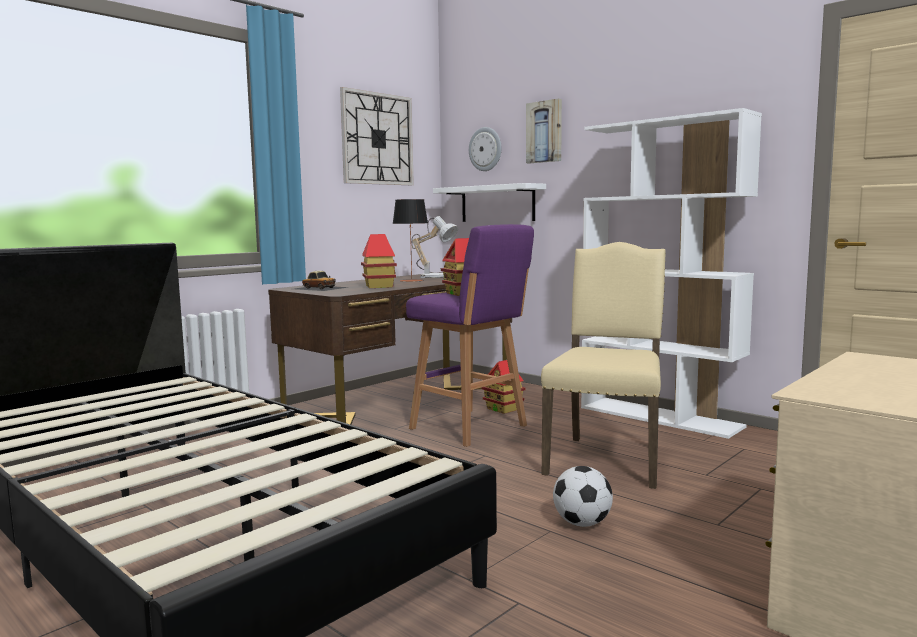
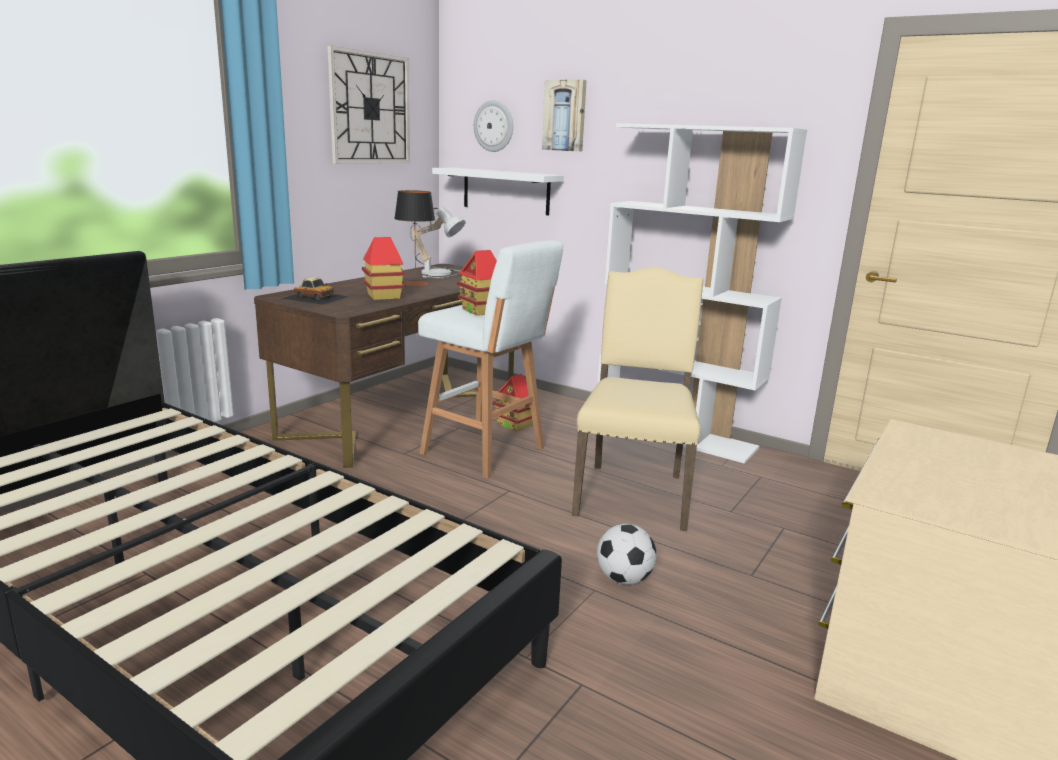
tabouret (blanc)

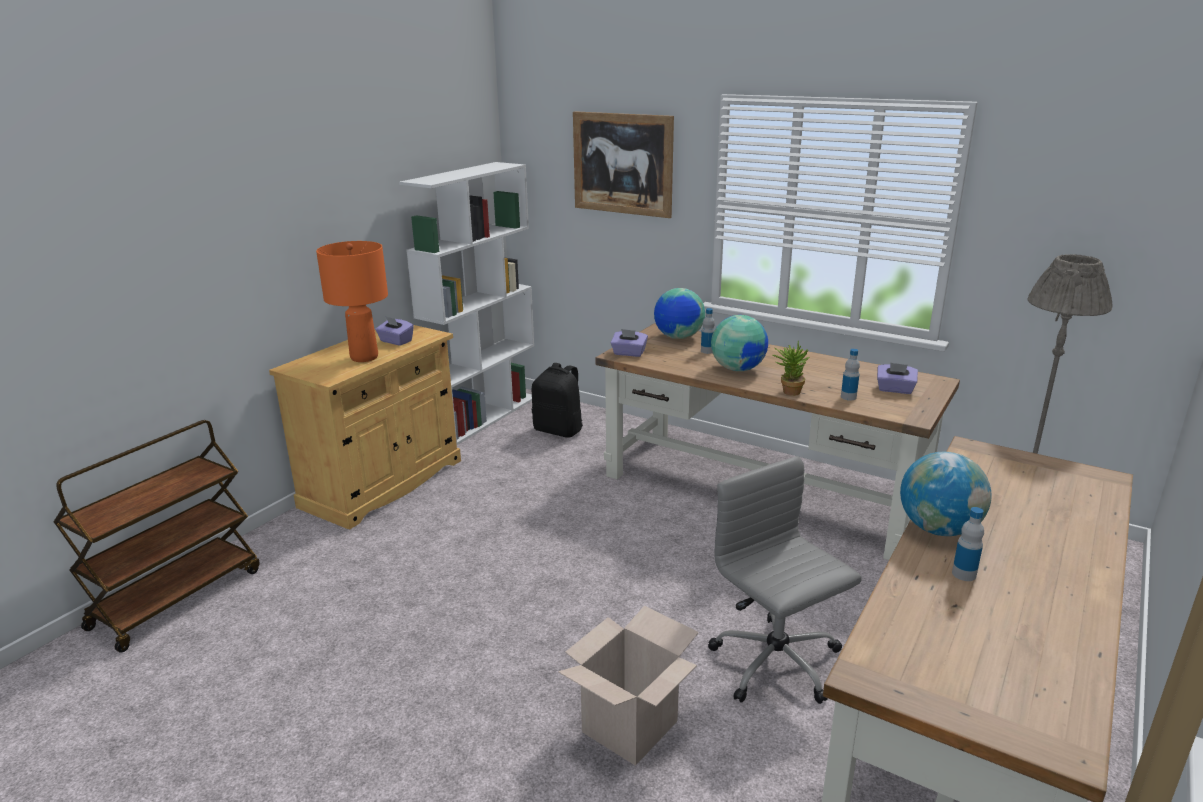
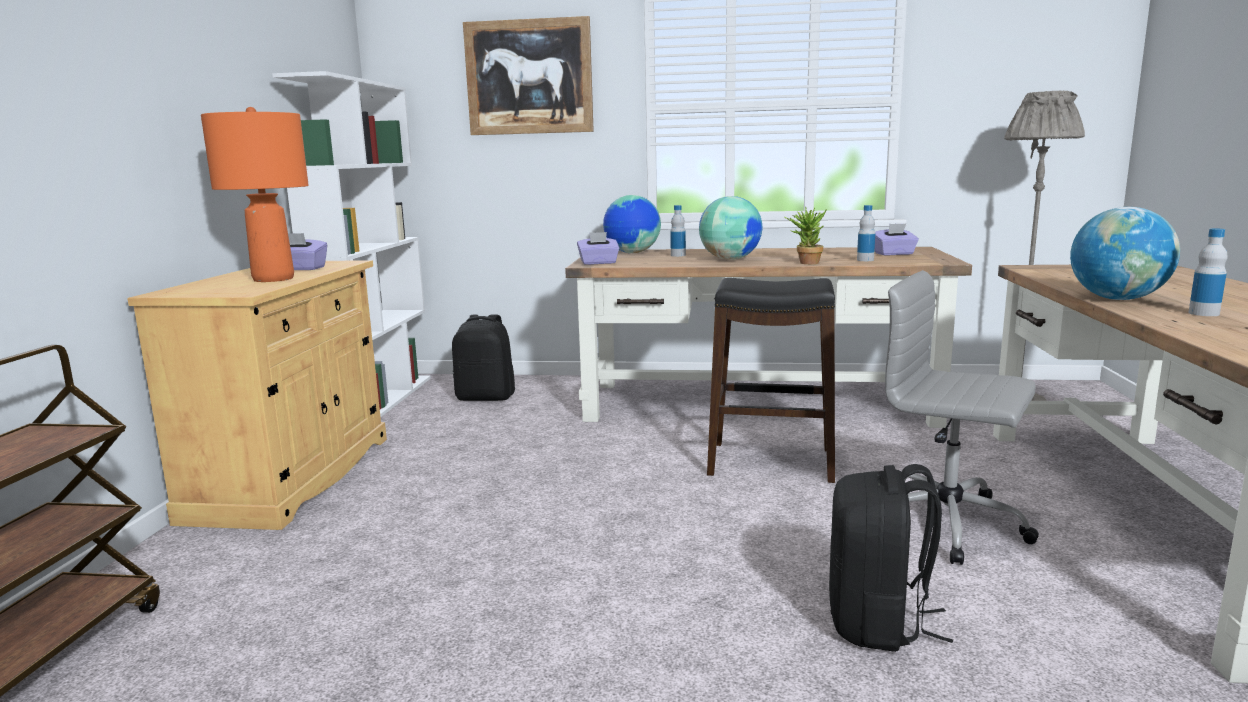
tabouret (noir); sac à dos (noir) (2nd from left)

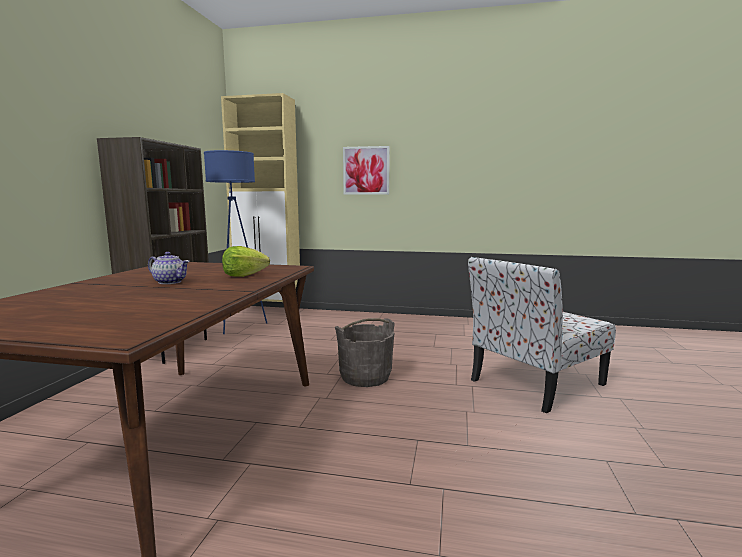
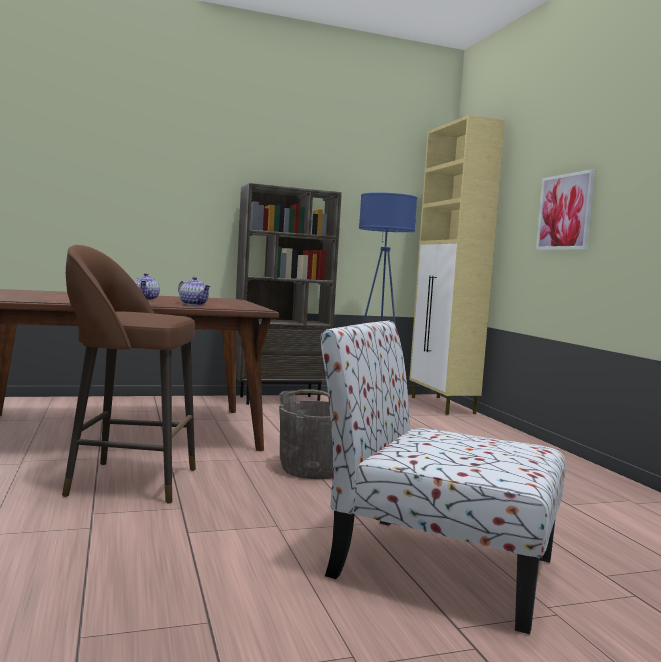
tabouret (marron); théière (2nd from left)

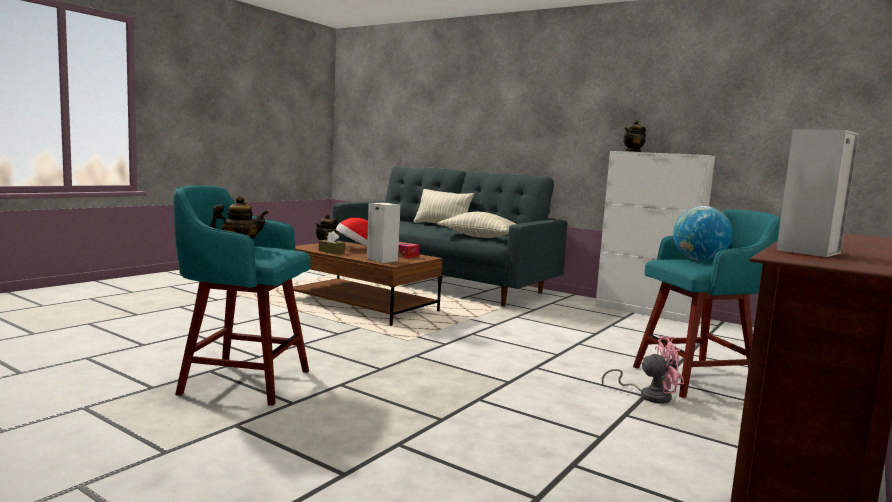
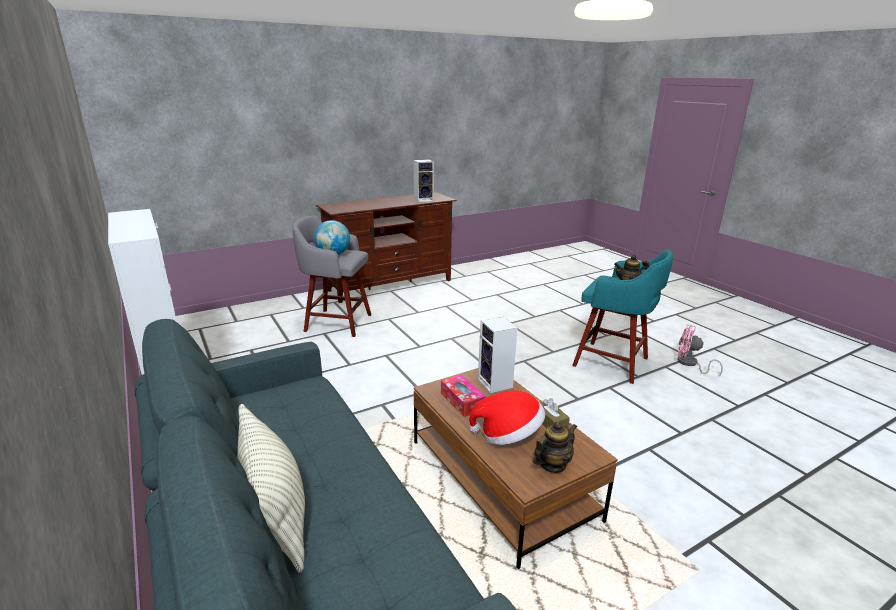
tabouret (gris); ventilateur (rose); coussin (2nd from left in the first image); théière (3rd from left in the first image)

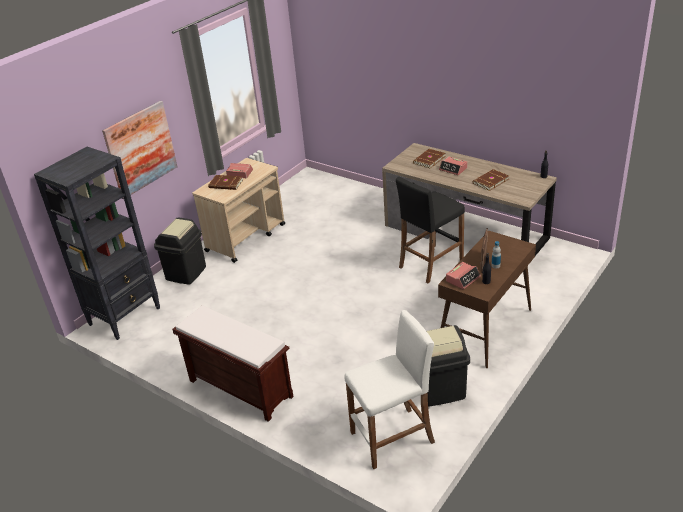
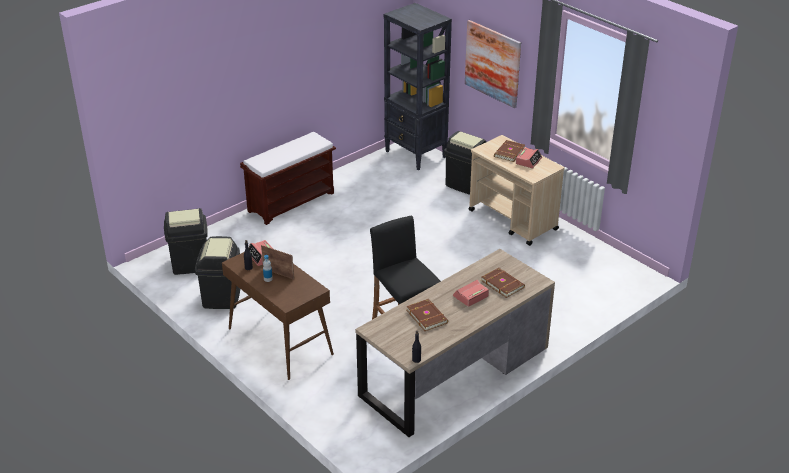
poubelle (noir) (1st from left)

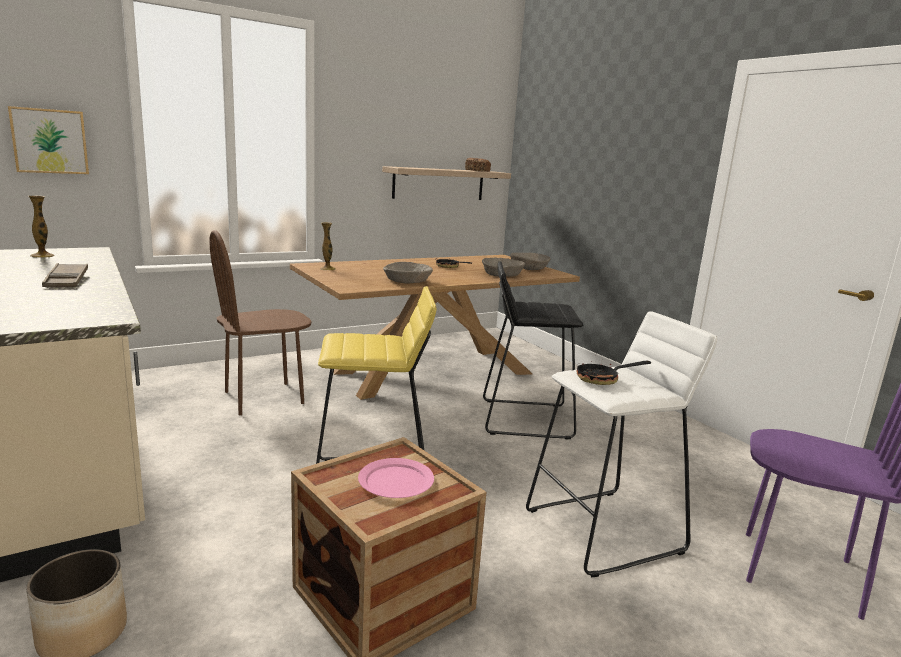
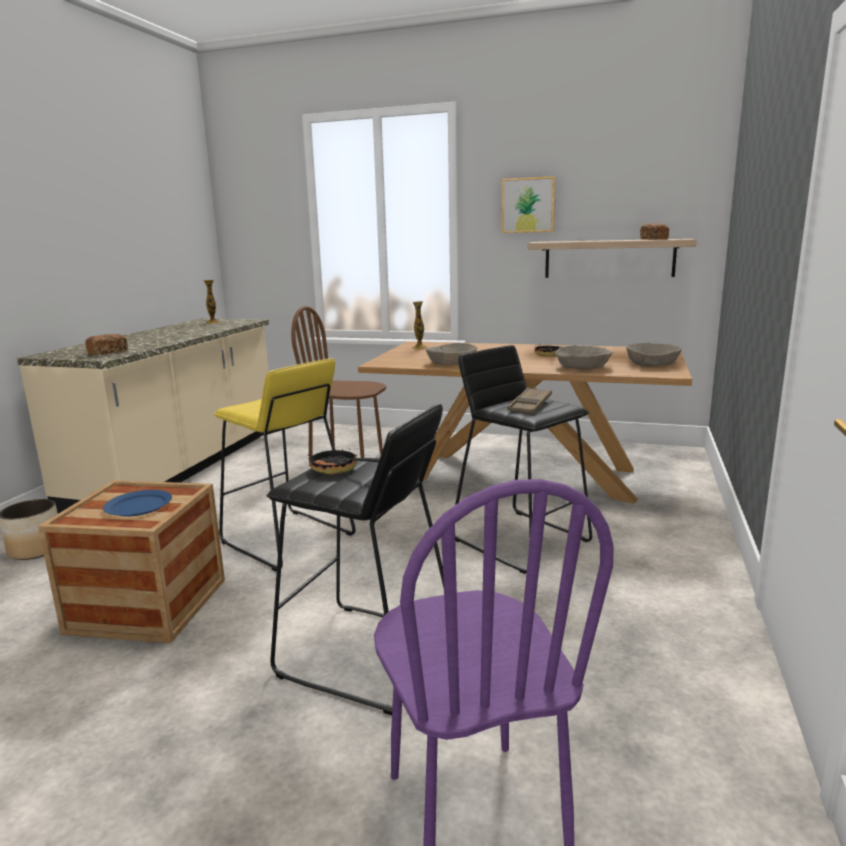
pain (1st from left); assiette (bleu); tabouret (noir) (1st from left); tableau; plateau (marron)

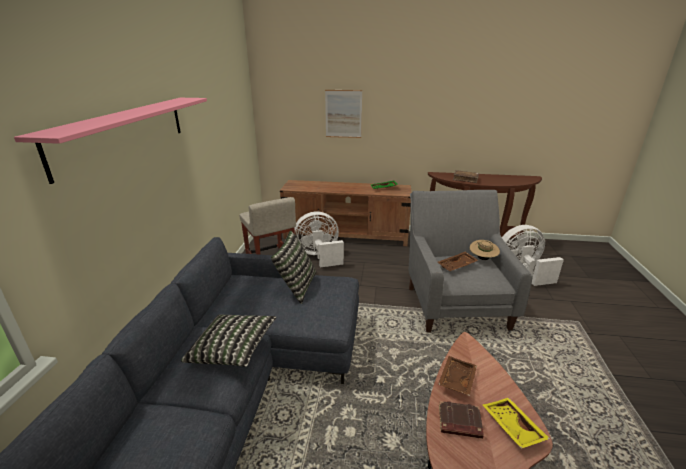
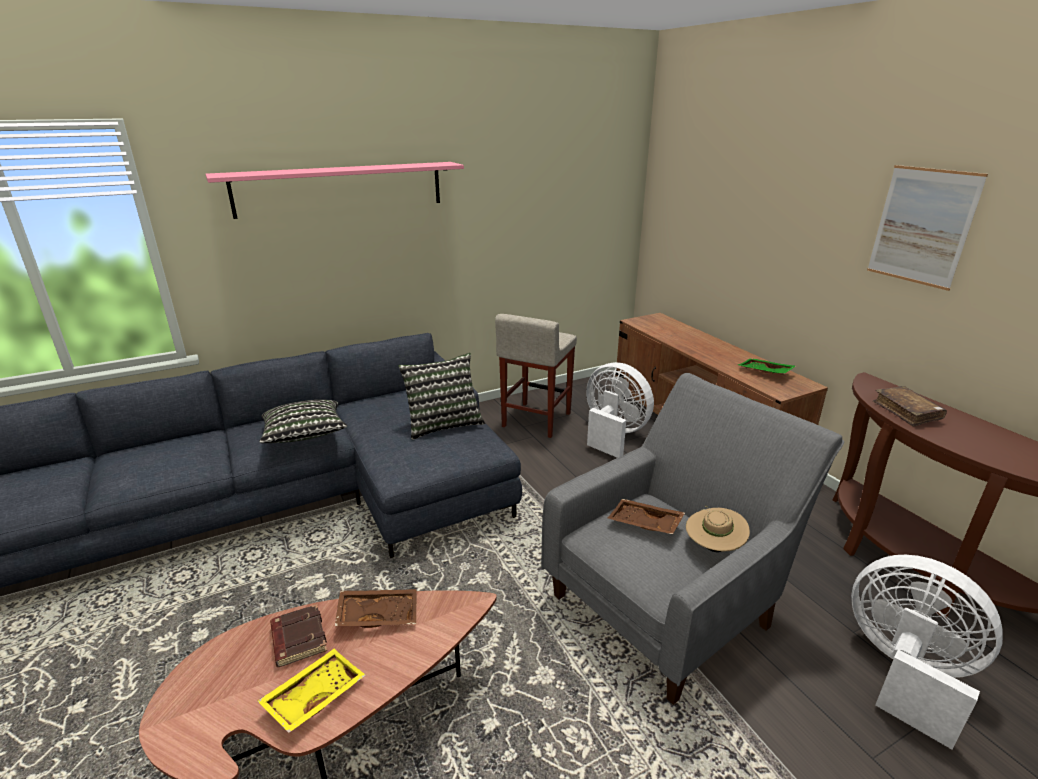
tableau

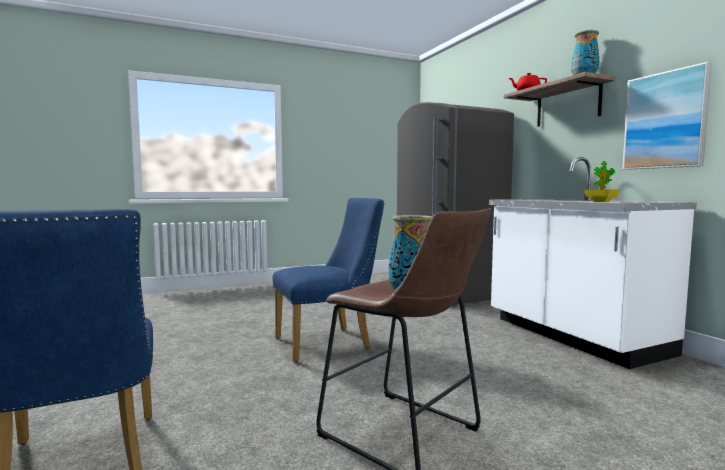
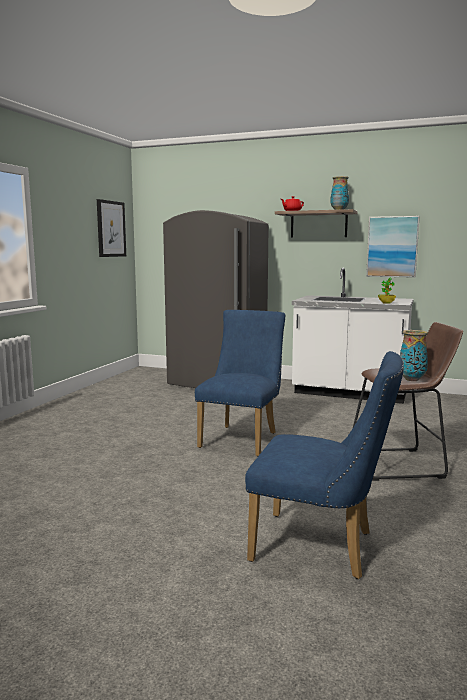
tableau (1st from left)

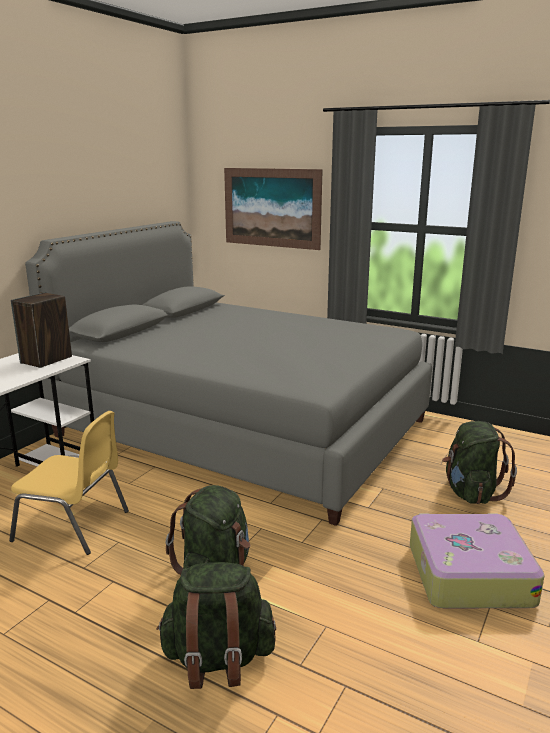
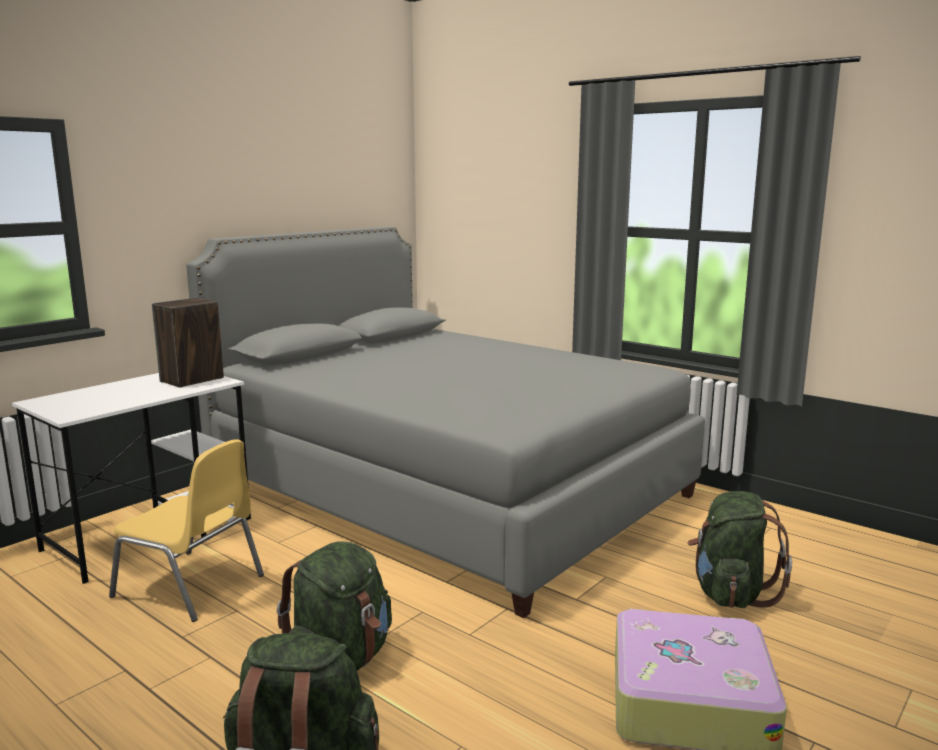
tableau

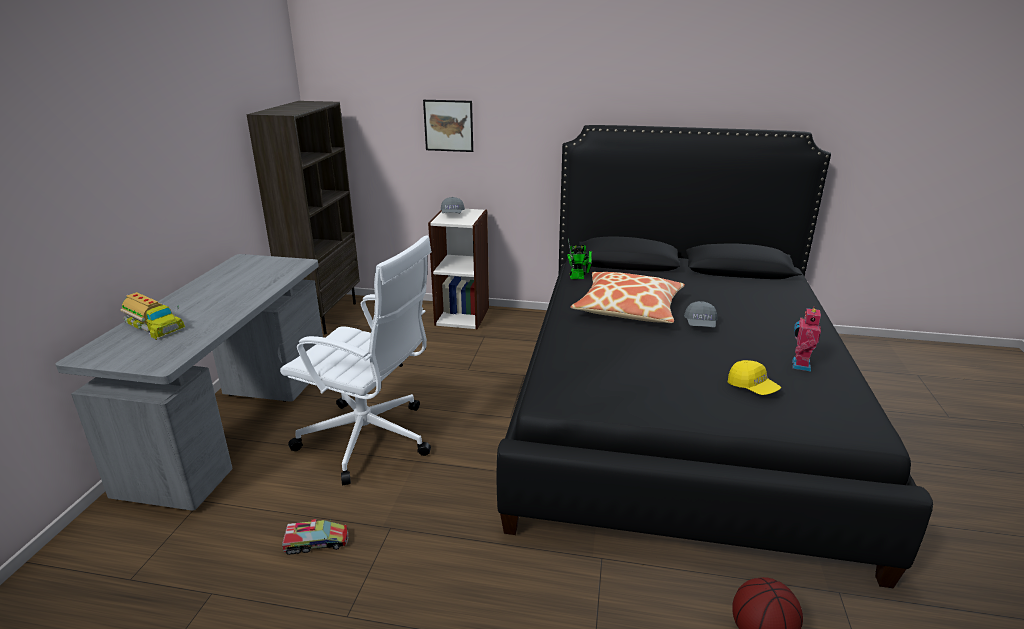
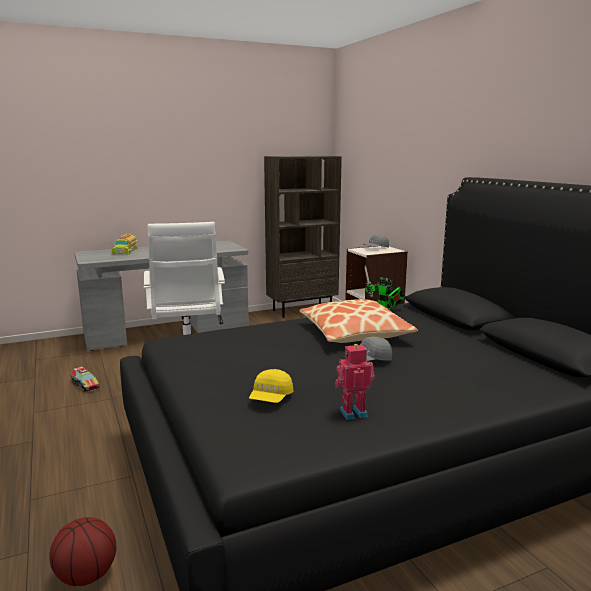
tableau

